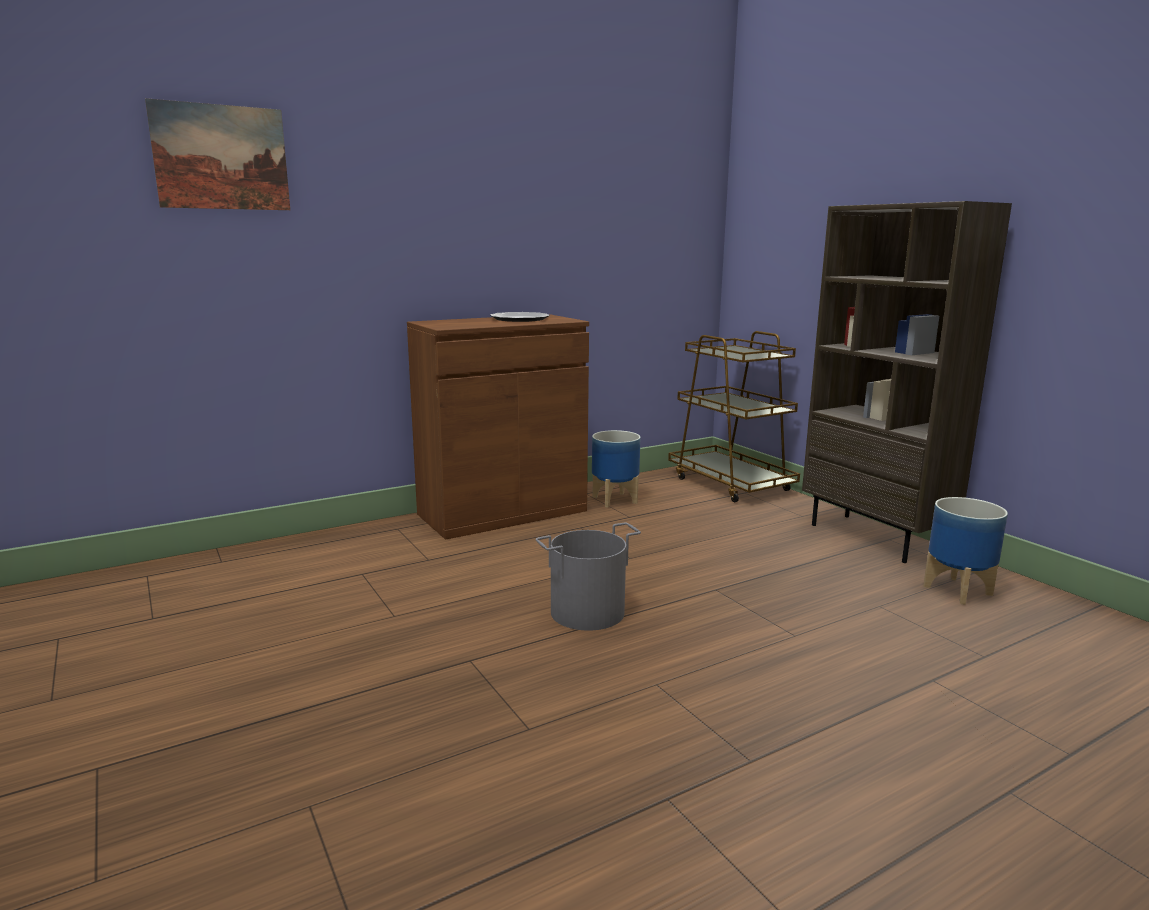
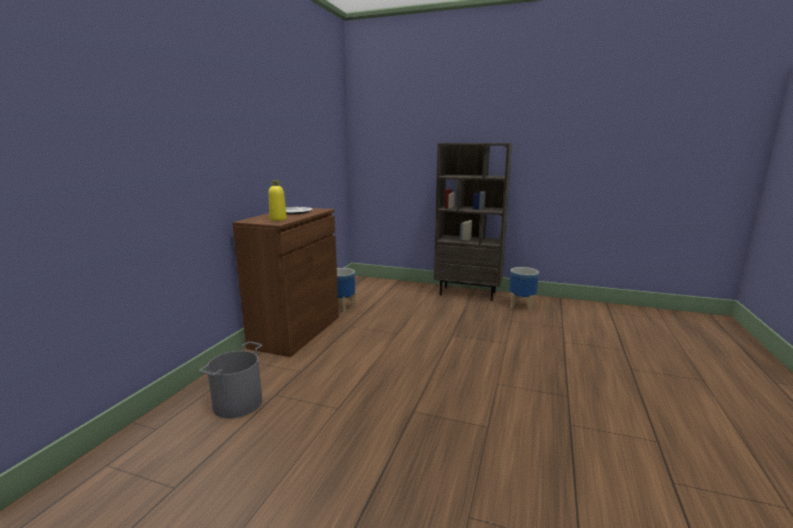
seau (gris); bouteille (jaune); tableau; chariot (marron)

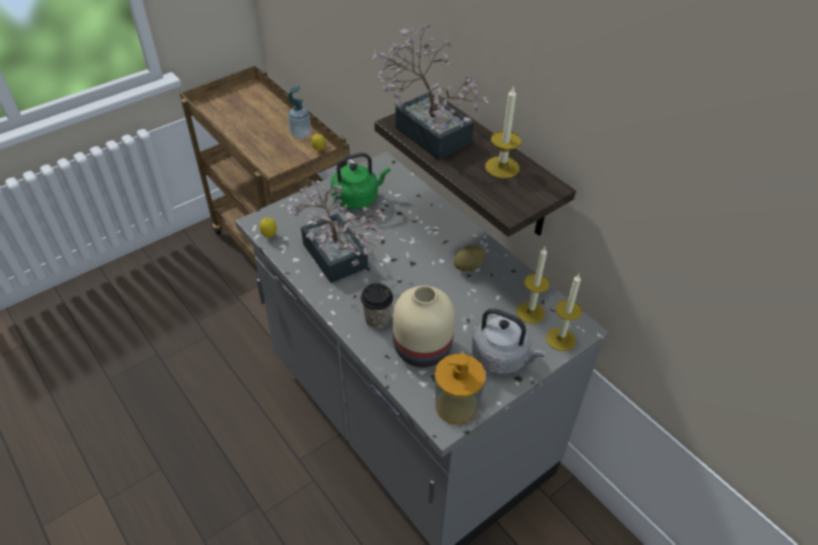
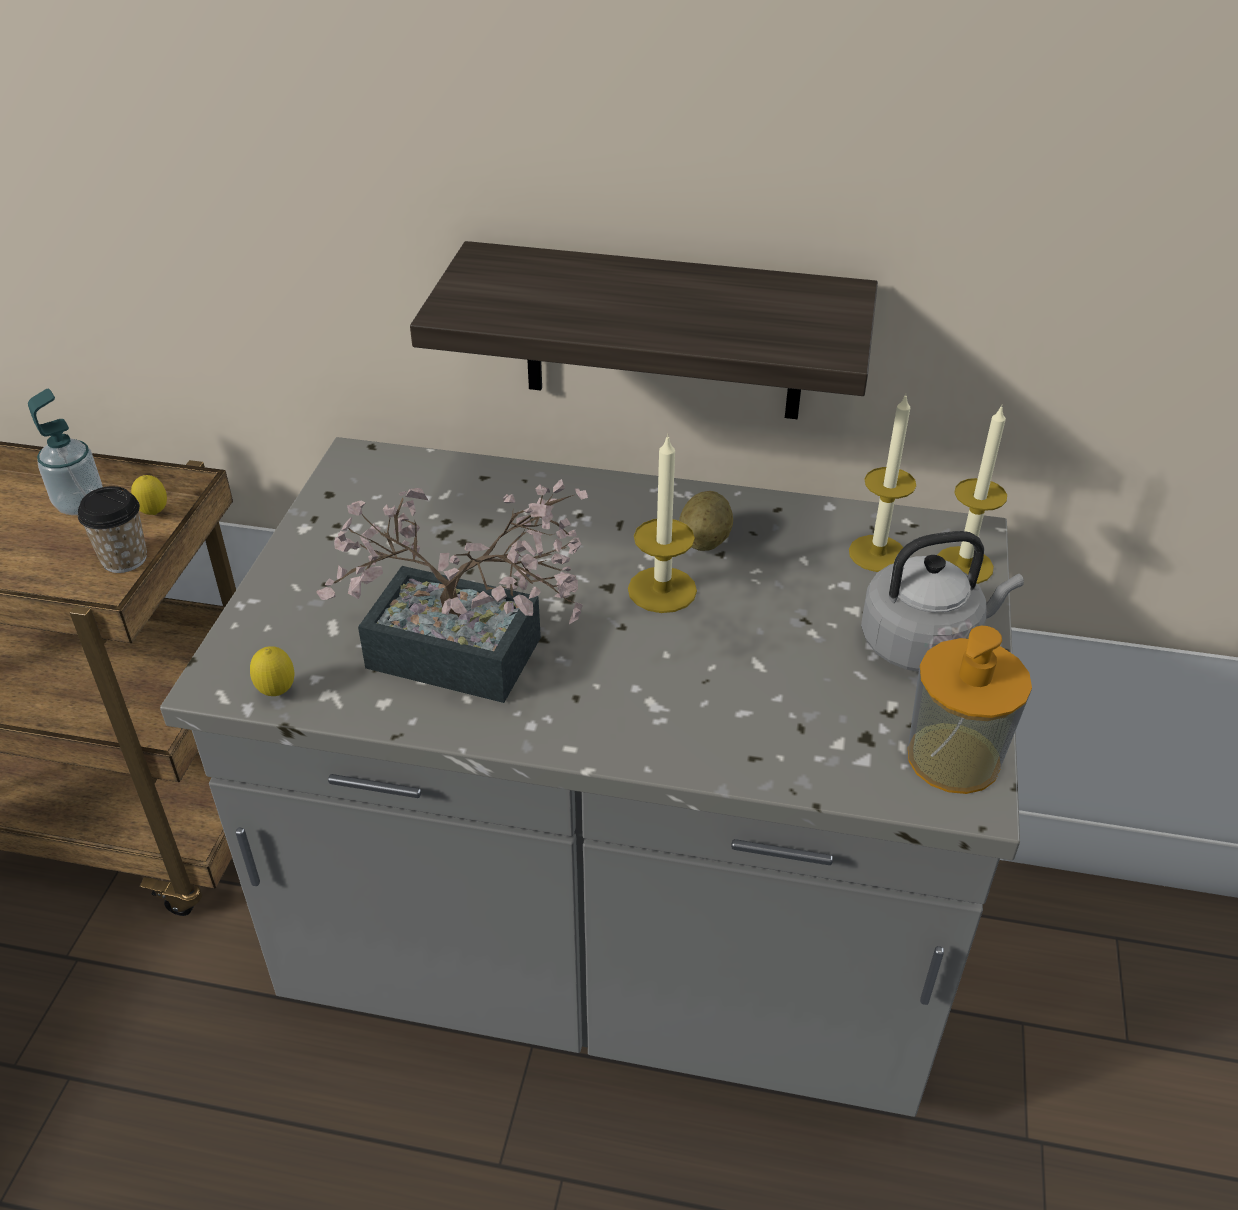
tasse; bougie (1st from left); bouilloire (vert); plante en pot (2nd from left in the first image); vase (beige)

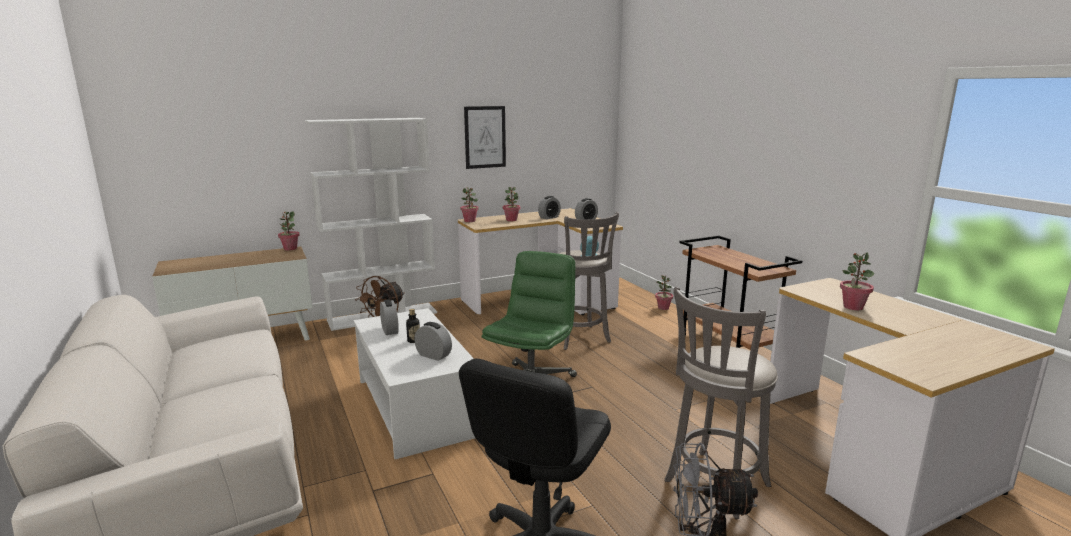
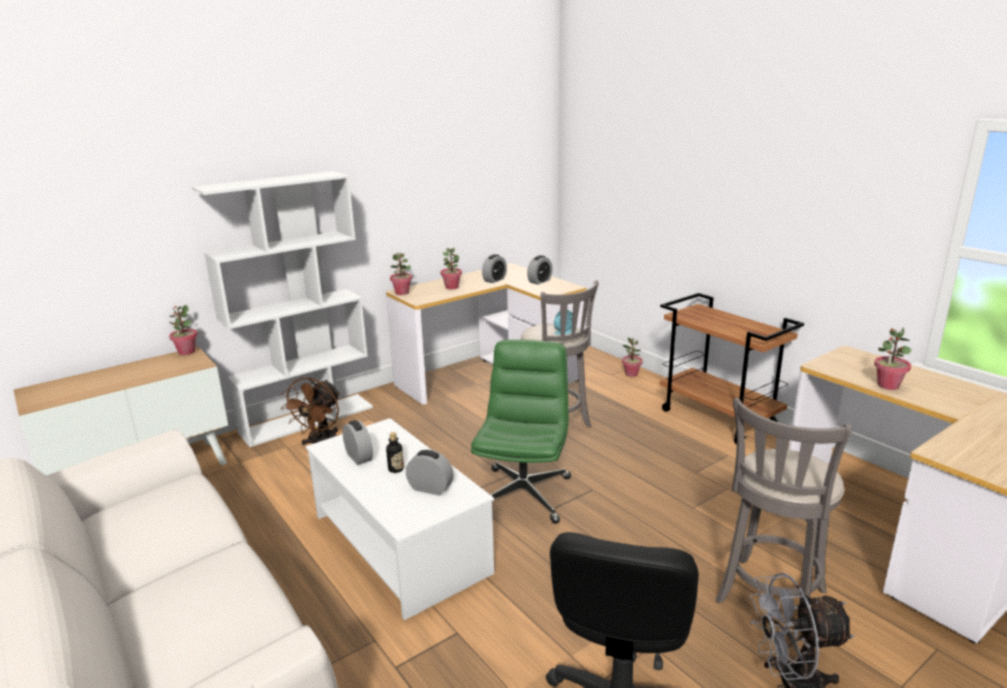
tableau

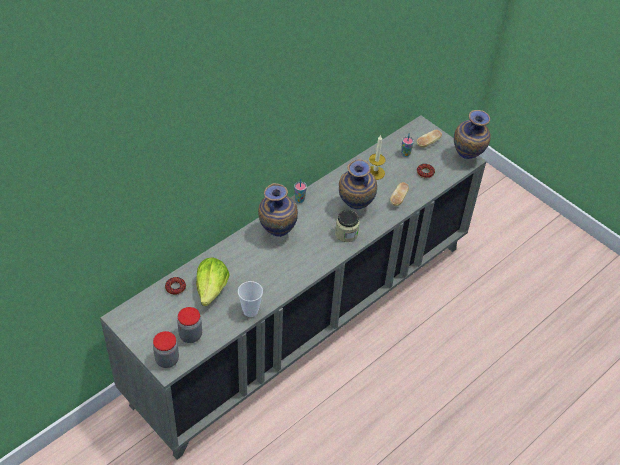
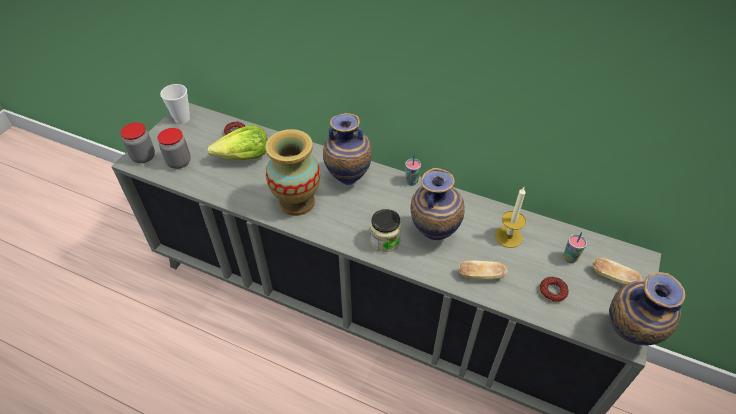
tasse (1st from left); vase (1st from left)

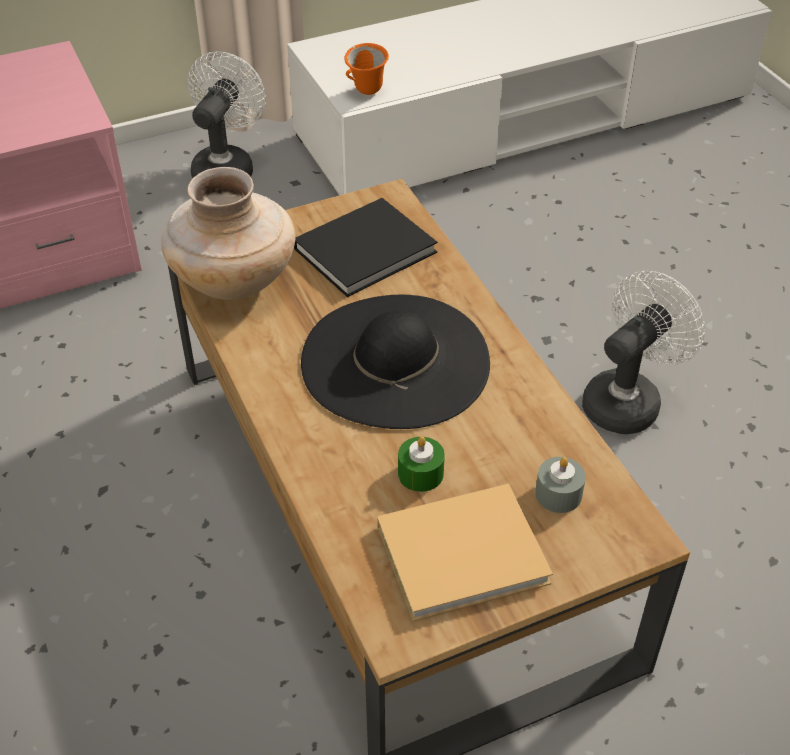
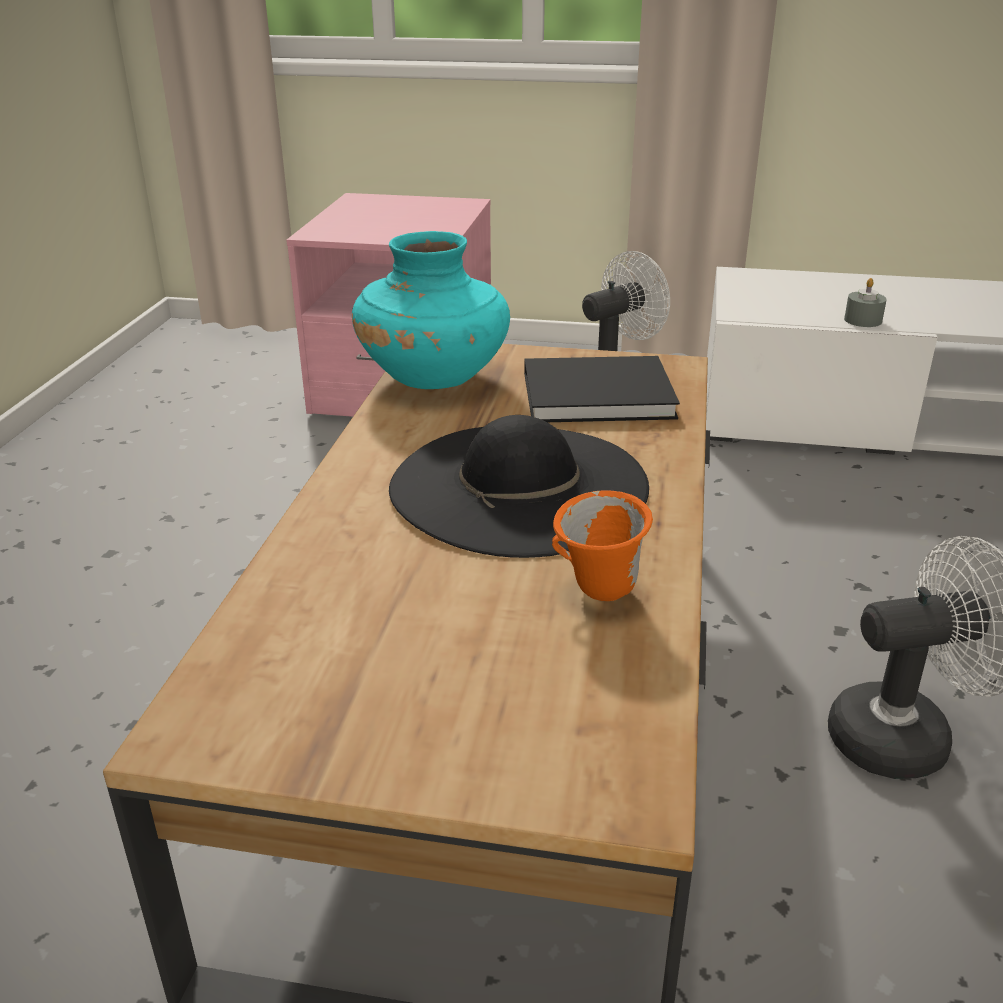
vase (turquoise); mug (orange); bougie (gris); livre (beige); bougie (vert)

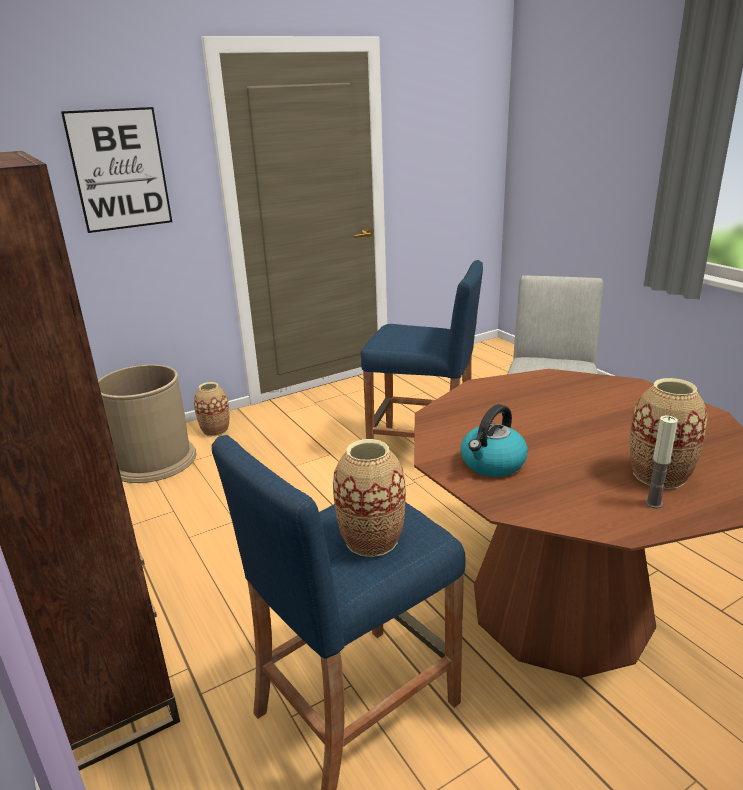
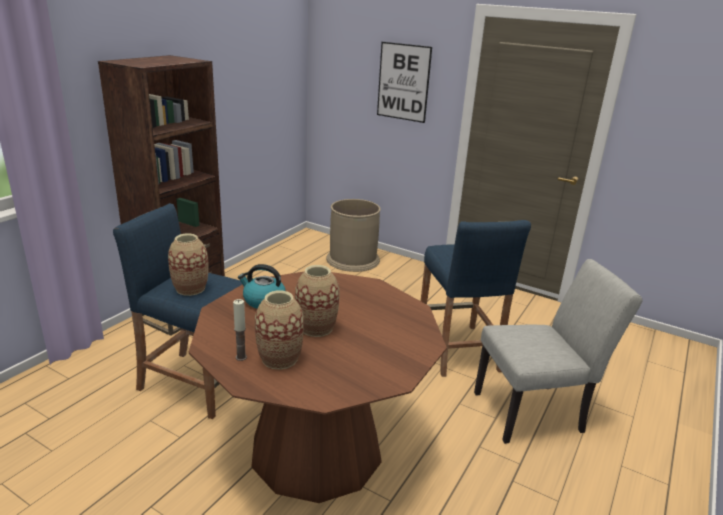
vase (3rd from left)

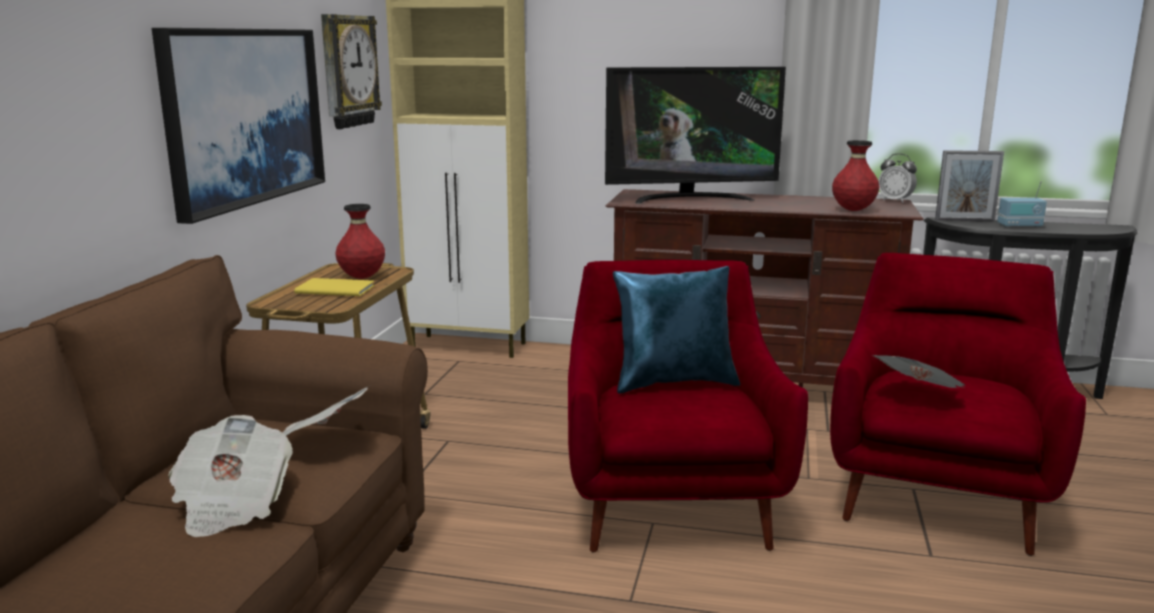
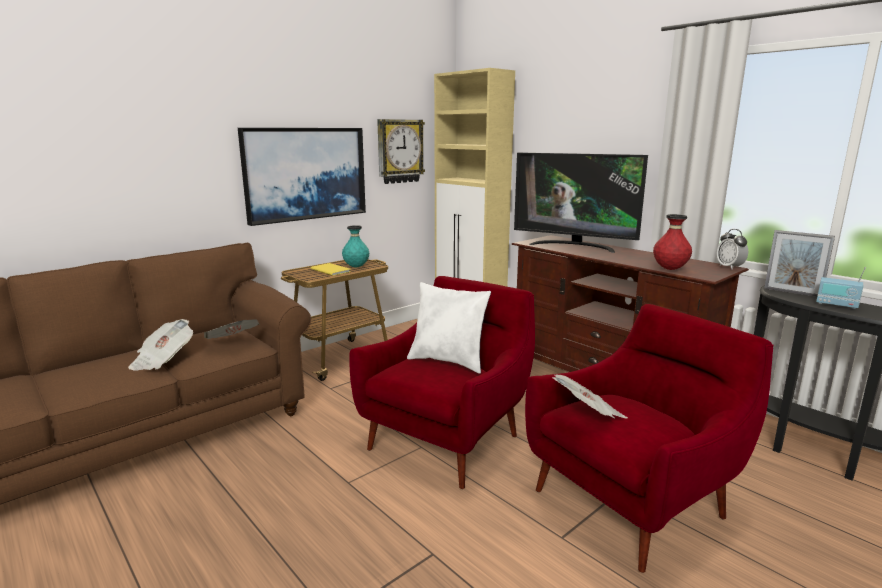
vase (turquoise); coussin (blanc)

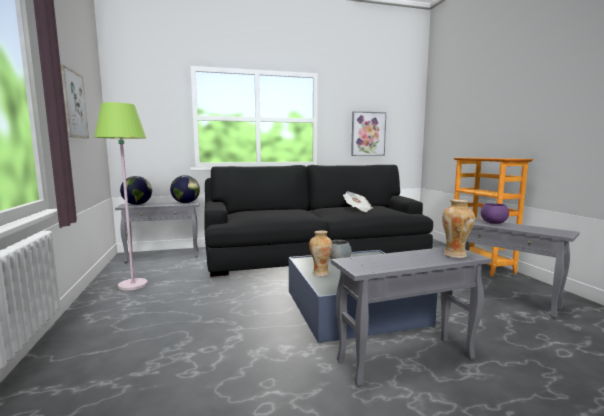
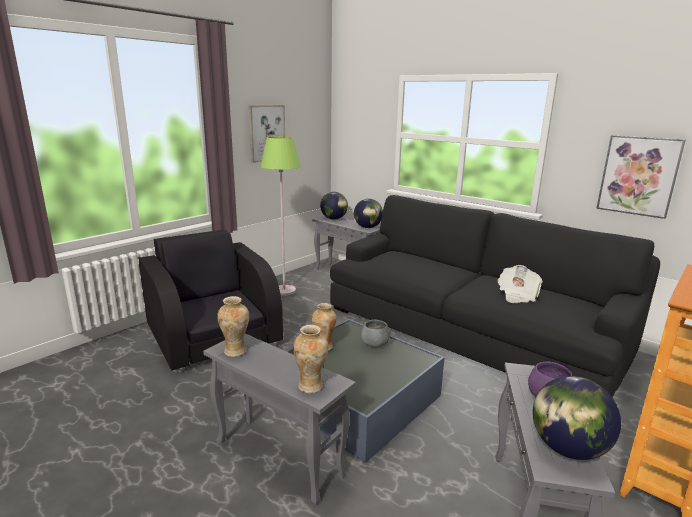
fauteuil (noir); vase (1st from left); globe (3rd from left)

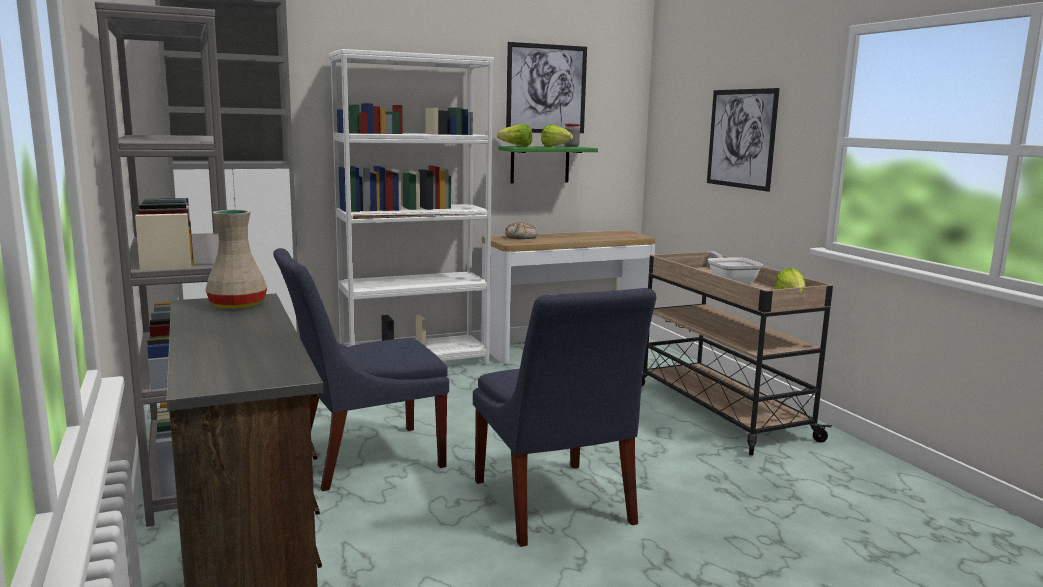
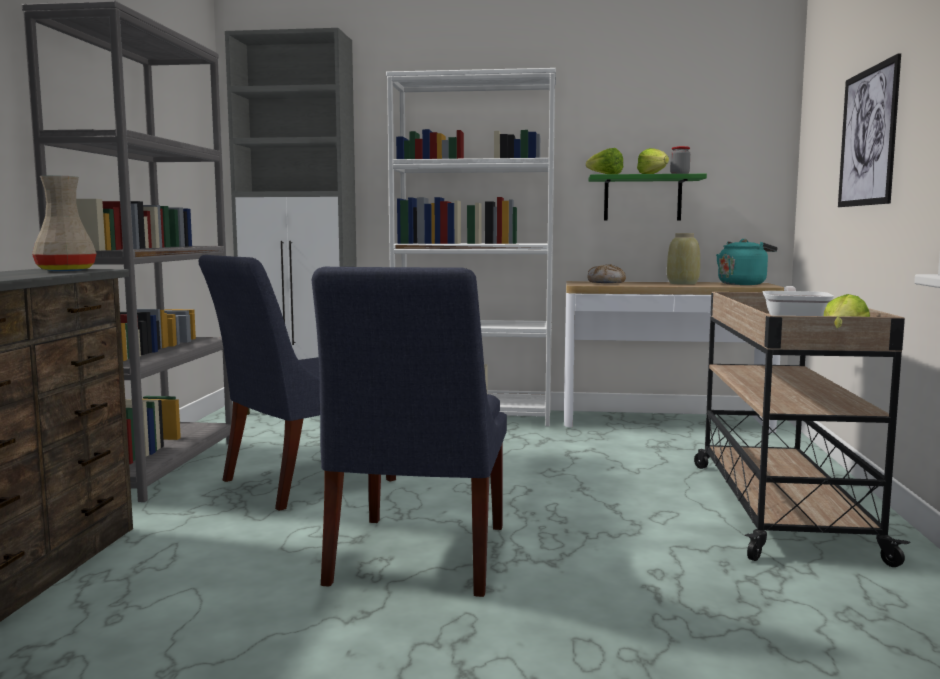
chaise (bleu) (1st from left); vase (beige) (2nd from left); bouilloire (turquoise); tableau (1st from left in the first image)

